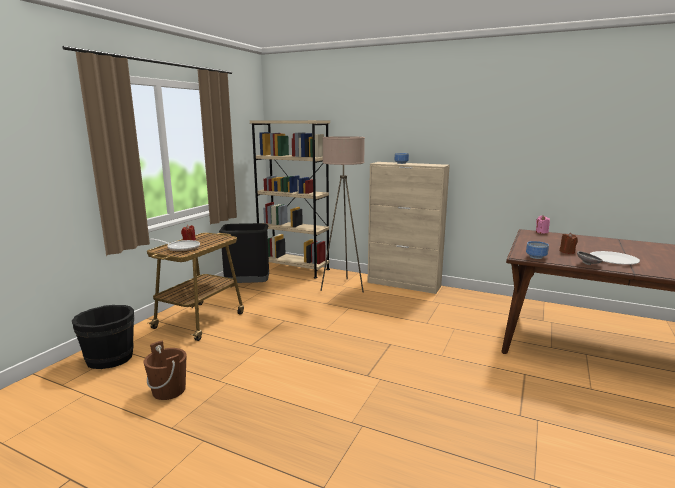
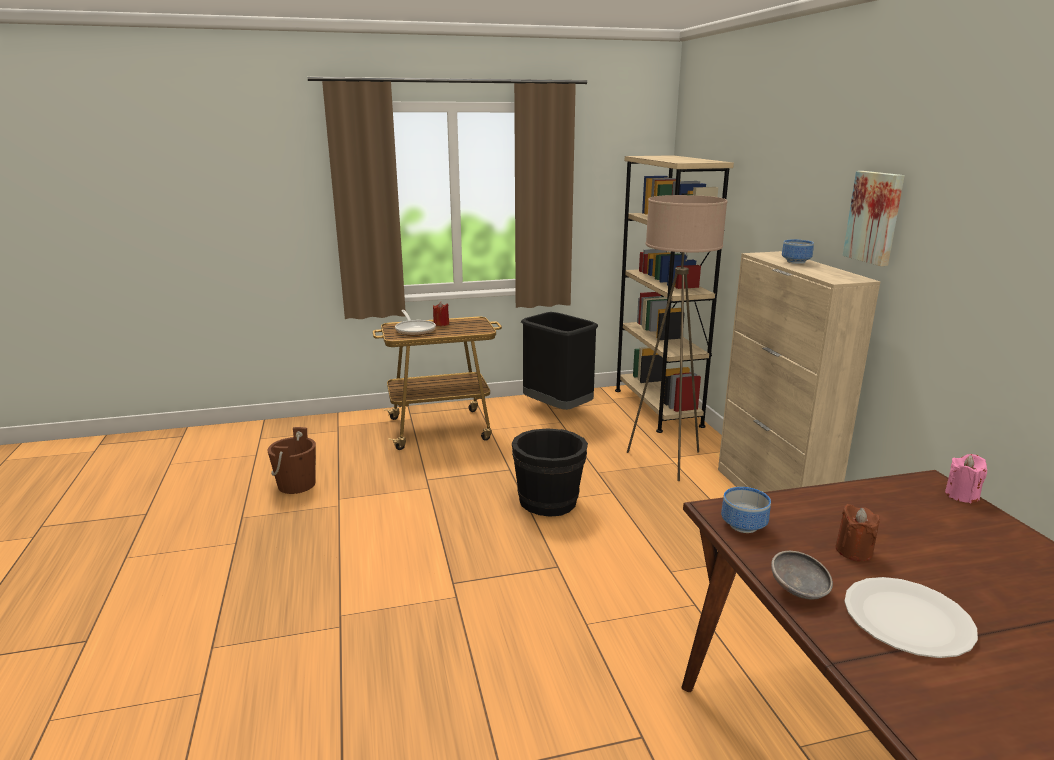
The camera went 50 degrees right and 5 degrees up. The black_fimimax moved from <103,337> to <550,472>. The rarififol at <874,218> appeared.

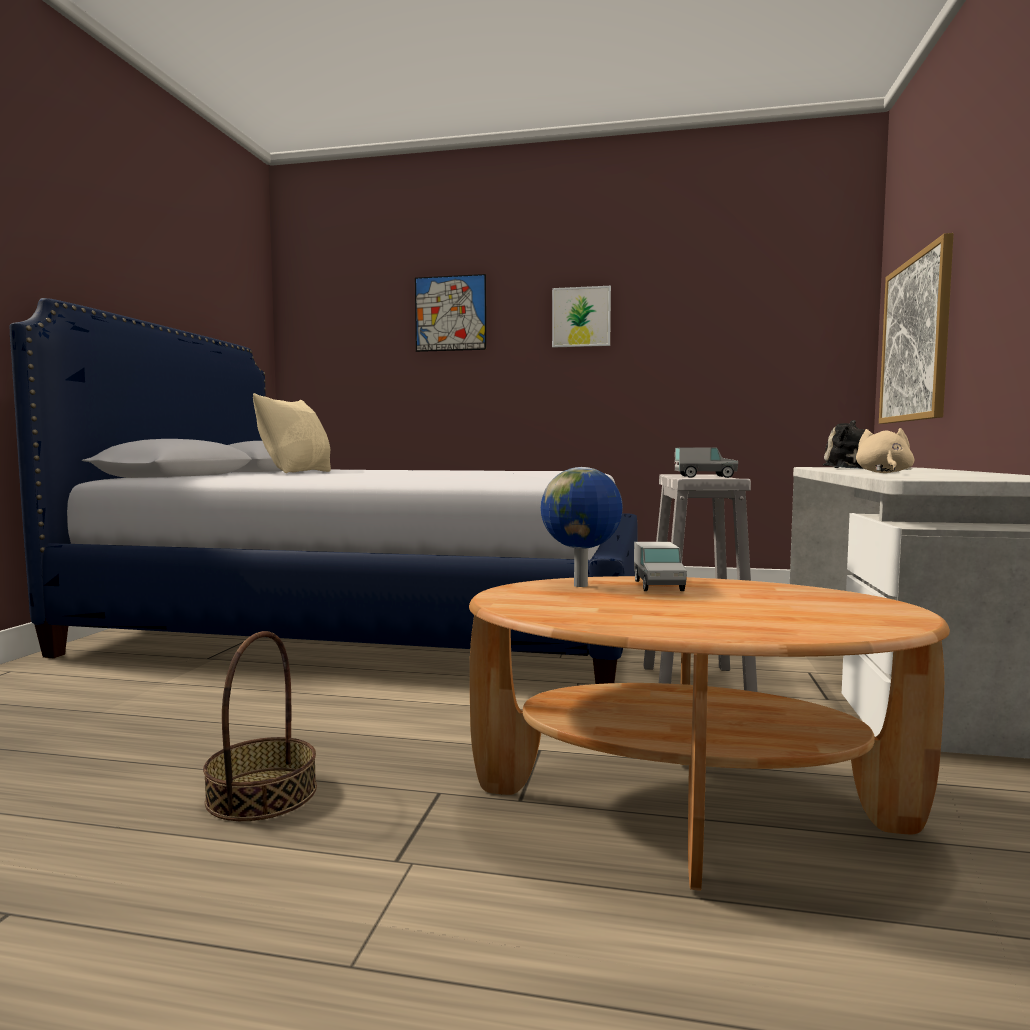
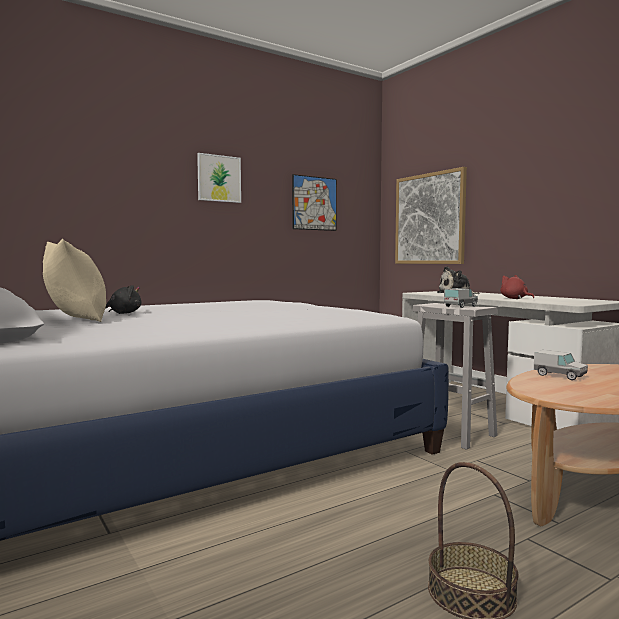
The camera went 45 degrees left and 0 degrees up. The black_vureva at <123,299> appeared. The rarififol moved from <450,313> to <314,202>. The beige_vureva at <885,450> became the red_vureva at <517,287>. The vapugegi at <582,527> disappeared.

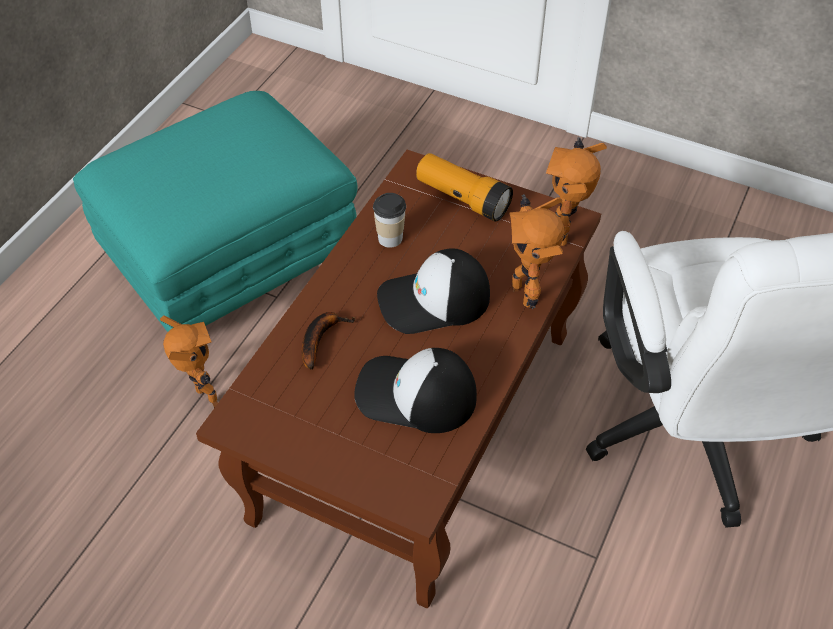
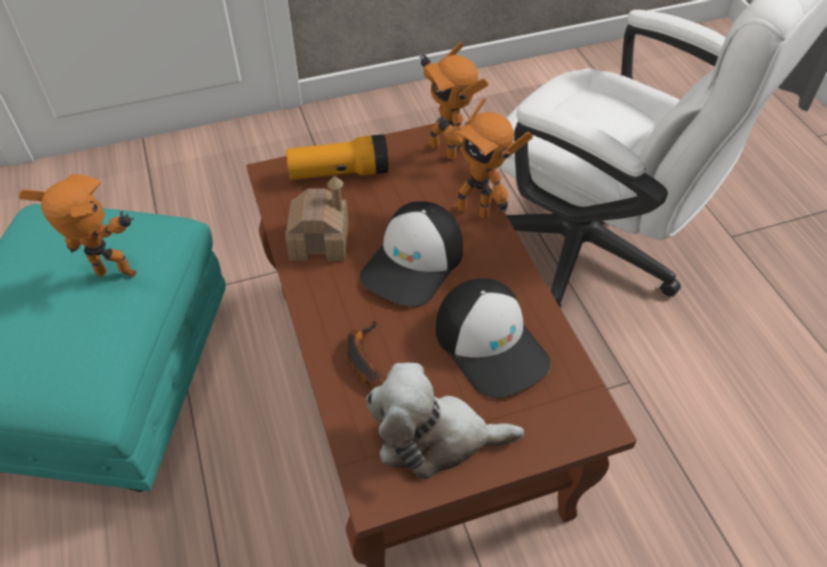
The camera went 45 degrees left and 0 degrees up. The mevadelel moved from <189,362> to <77,225>. The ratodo at <389,220> was replaced by the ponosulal at <317,218>. The vureva at <445,421> appeared. The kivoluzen at <415,390> turned 90 degrees counterclockwise.

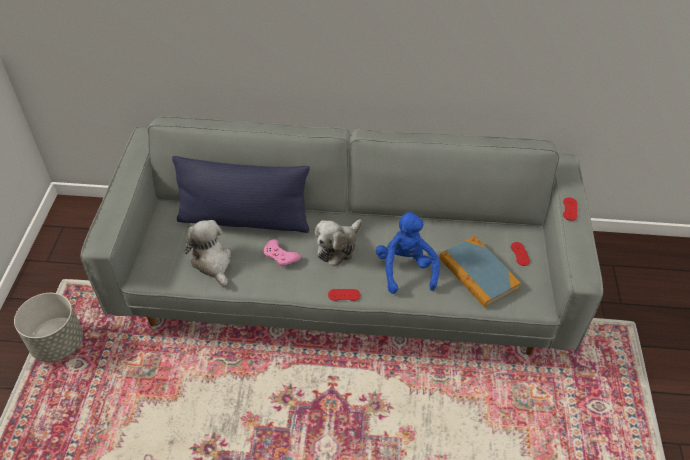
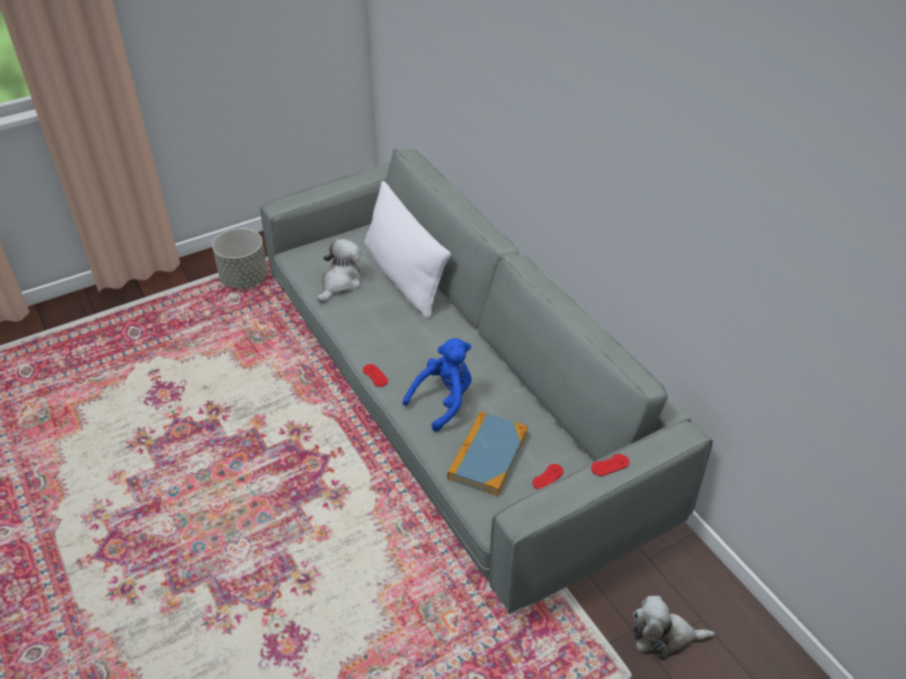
The camera went 55 degrees right and 5 degrees down. The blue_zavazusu at <241,194> became the white_zavazusu at <408,250>. The vureva moved from <338,243> to <674,628>. The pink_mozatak at <282,253> disappeared.

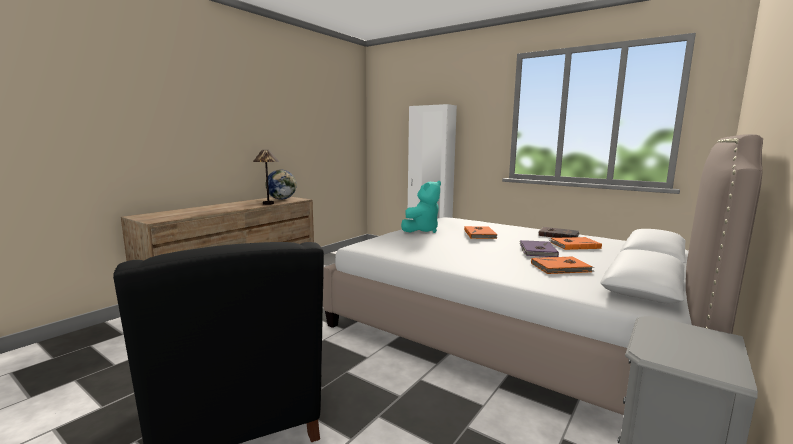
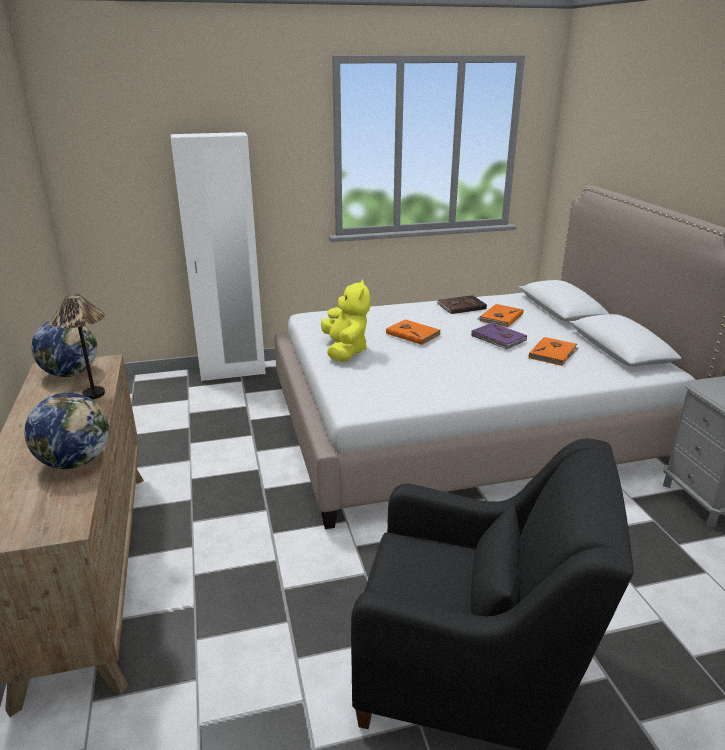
The camera went 50 degrees left and 15 degrees up. The vapugegi at <66,431> appeared. The turquoise_vureva at <421,207> became the yellow_vureva at <345,321>.

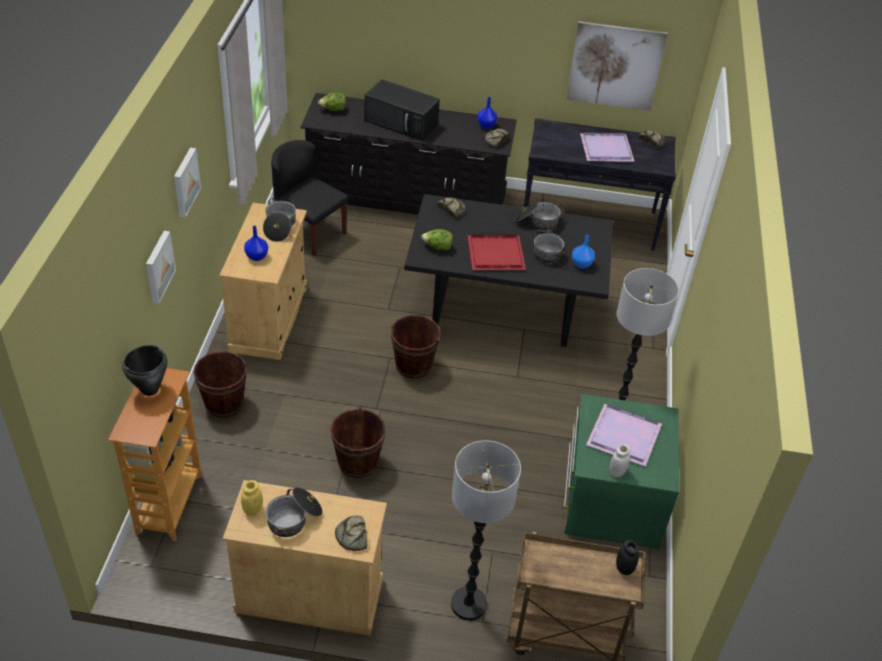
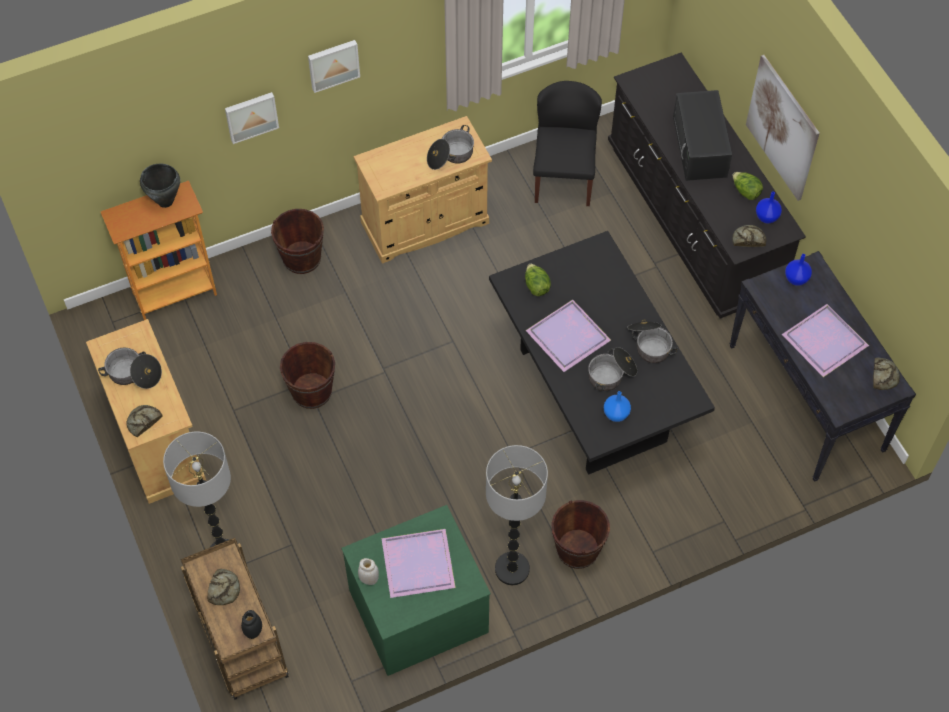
The camera went 60 degrees right and 15 degrees up. The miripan moved from <451,207> to <223,587>. The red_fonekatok at <497,252> became the purple_fonekatok at <568,336>. The brown_fimimax moved from <416,346> to <580,534>. The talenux moved from <332,101> to <748,186>. The rarififol moved from <617,66> to <783,128>. The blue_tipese moved from <256,243> to <798,270>. The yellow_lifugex at <252,498> disappeared.

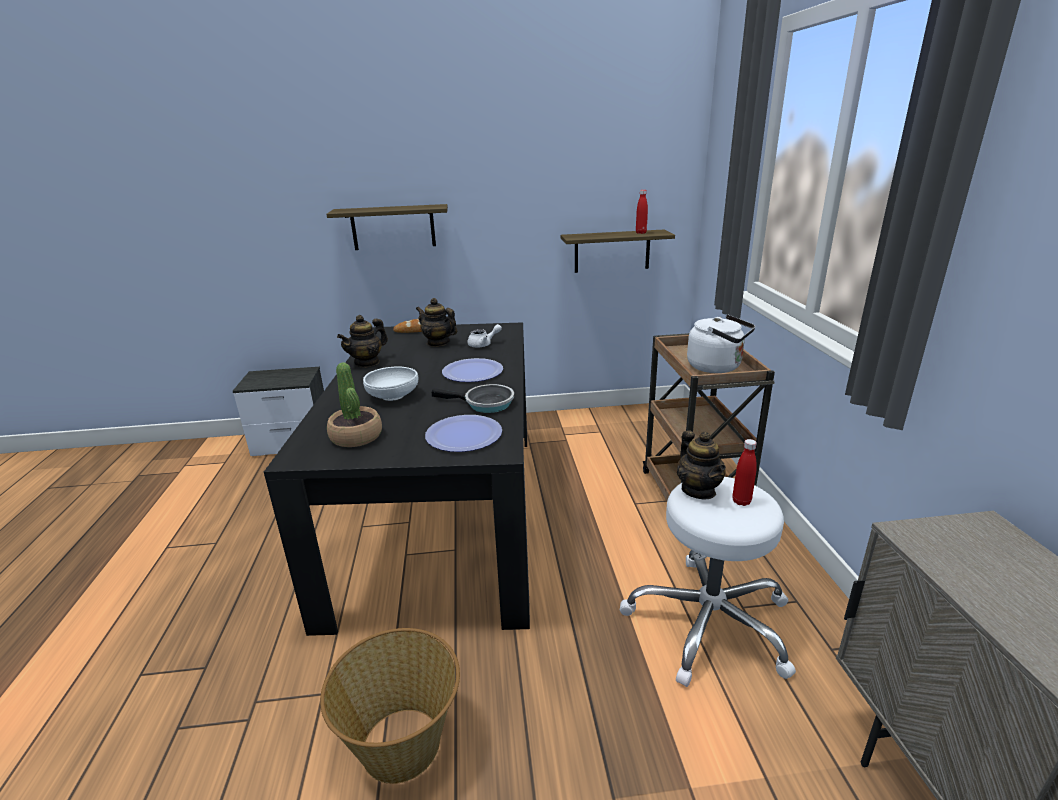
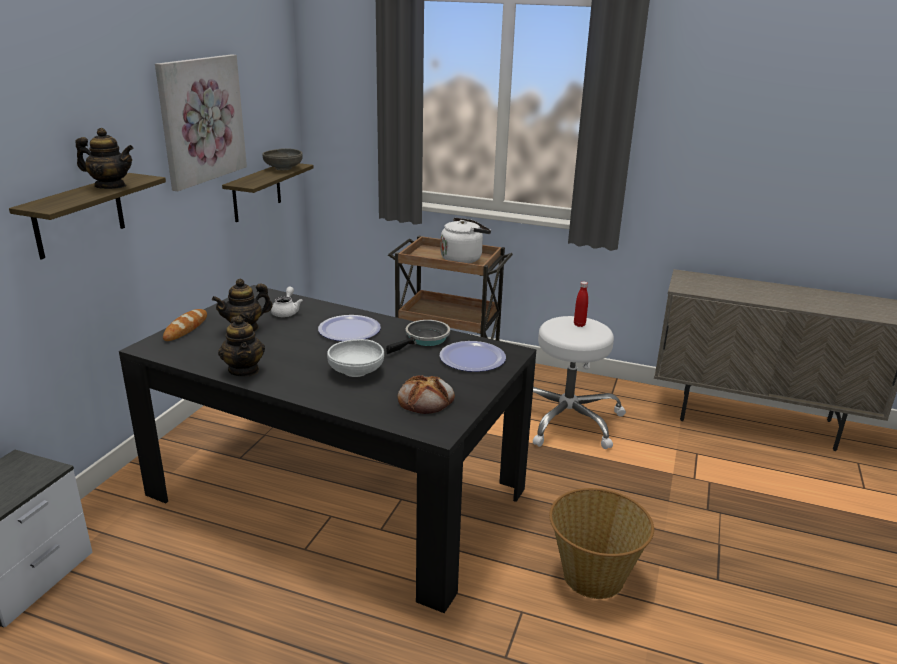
The camera went 65 degrees left and 0 degrees up. The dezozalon moved from <701,465> to <105,158>. The rarififol at <201,122> appeared. The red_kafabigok at <642,212> was replaced by the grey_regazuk at <282,159>. The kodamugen at <354,404> was replaced by the miripan at <426,394>.

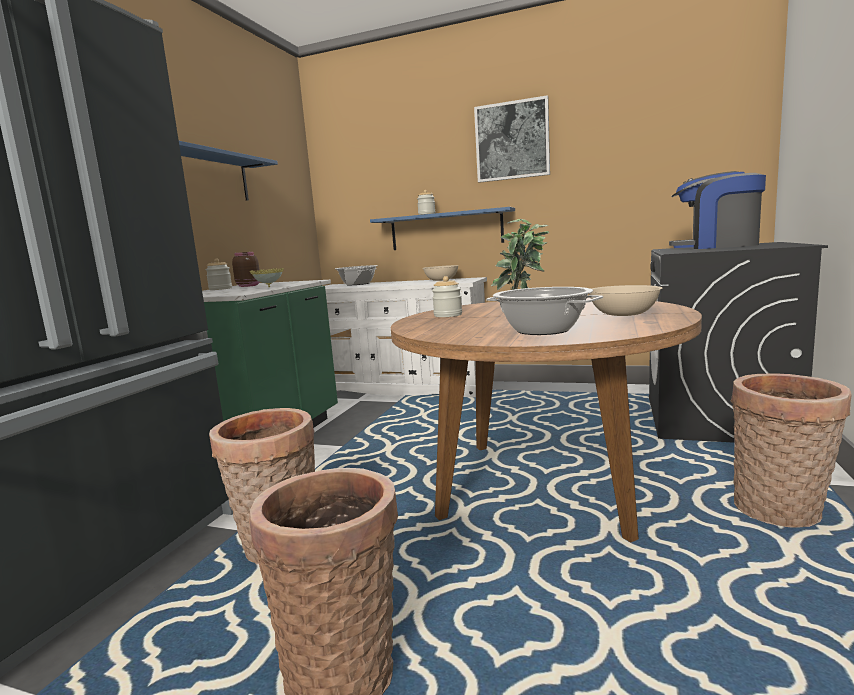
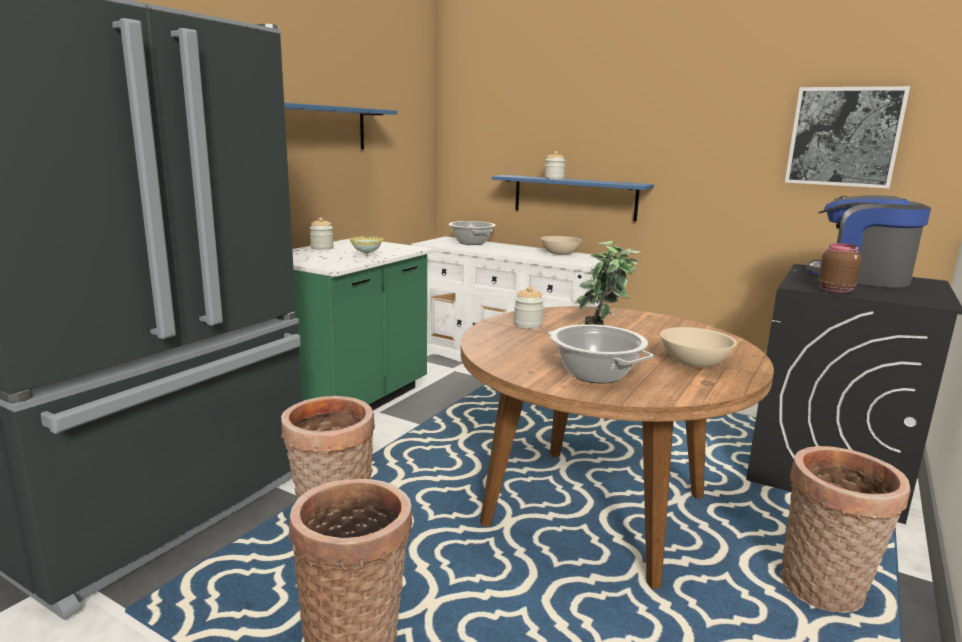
The camera went 10 degrees right and 5 degrees up. The rarififol moved from <512,139> to <847,137>. The brown_lifugex moved from <245,269> to <839,268>.

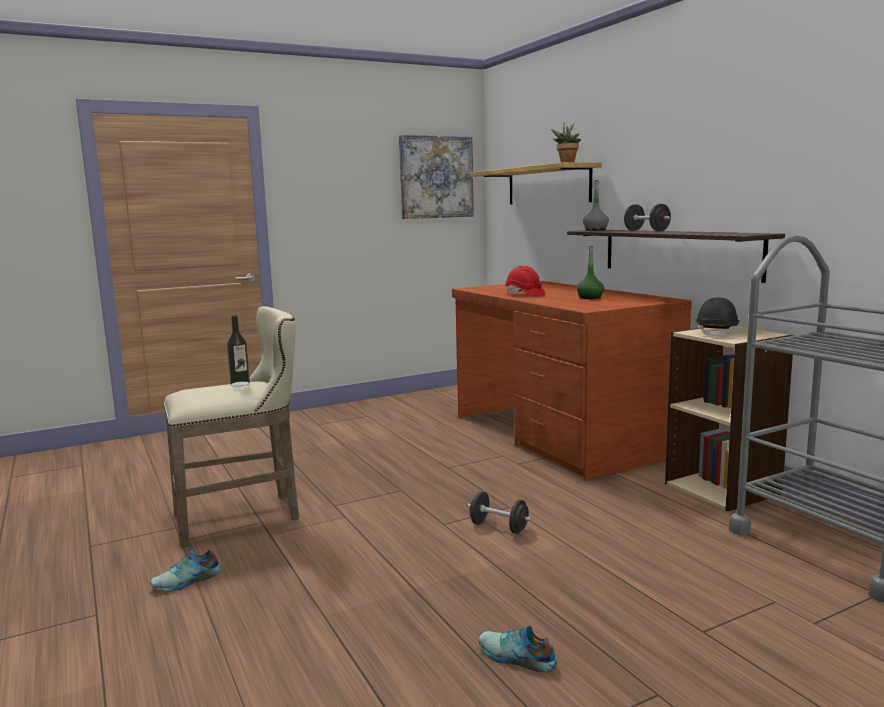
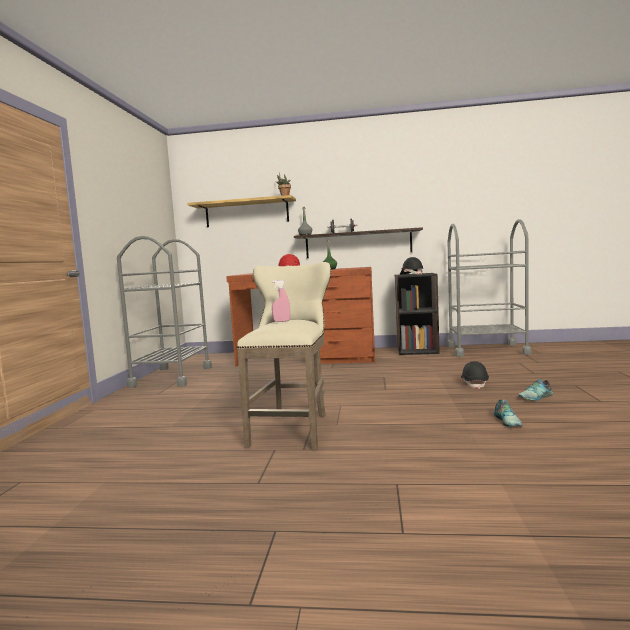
The camera went 55 degrees left and 5 degrees down. The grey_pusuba at <164,312> appeared. The kafabigok at <238,350> was replaced by the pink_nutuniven at <281,301>. The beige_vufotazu at <729,419> became the black_vufotazu at <417,314>. The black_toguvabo at <475,375> appeared. The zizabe moved from <185,571> to <508,413>. The rarififol at <436,177> disappeared. The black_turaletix at <500,512> disappeared.

